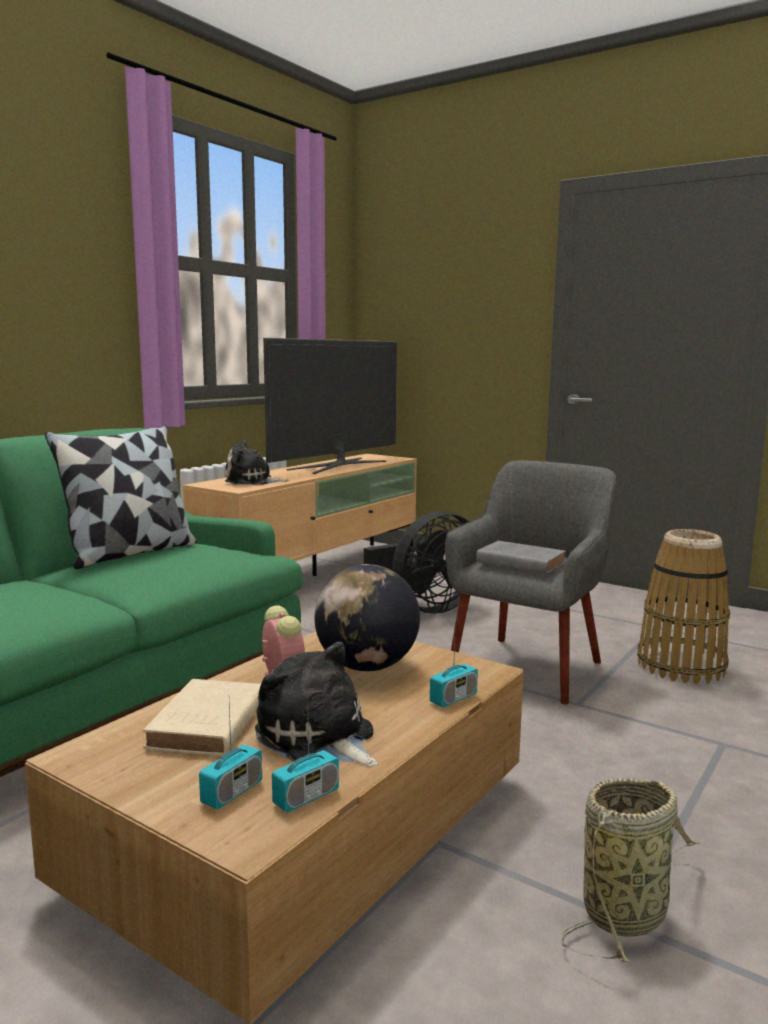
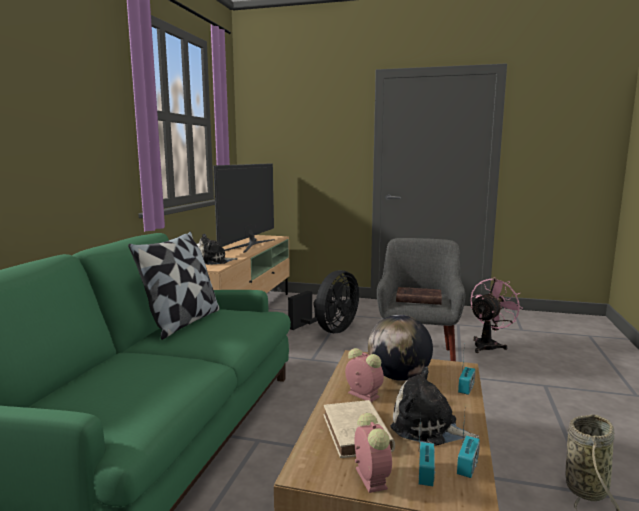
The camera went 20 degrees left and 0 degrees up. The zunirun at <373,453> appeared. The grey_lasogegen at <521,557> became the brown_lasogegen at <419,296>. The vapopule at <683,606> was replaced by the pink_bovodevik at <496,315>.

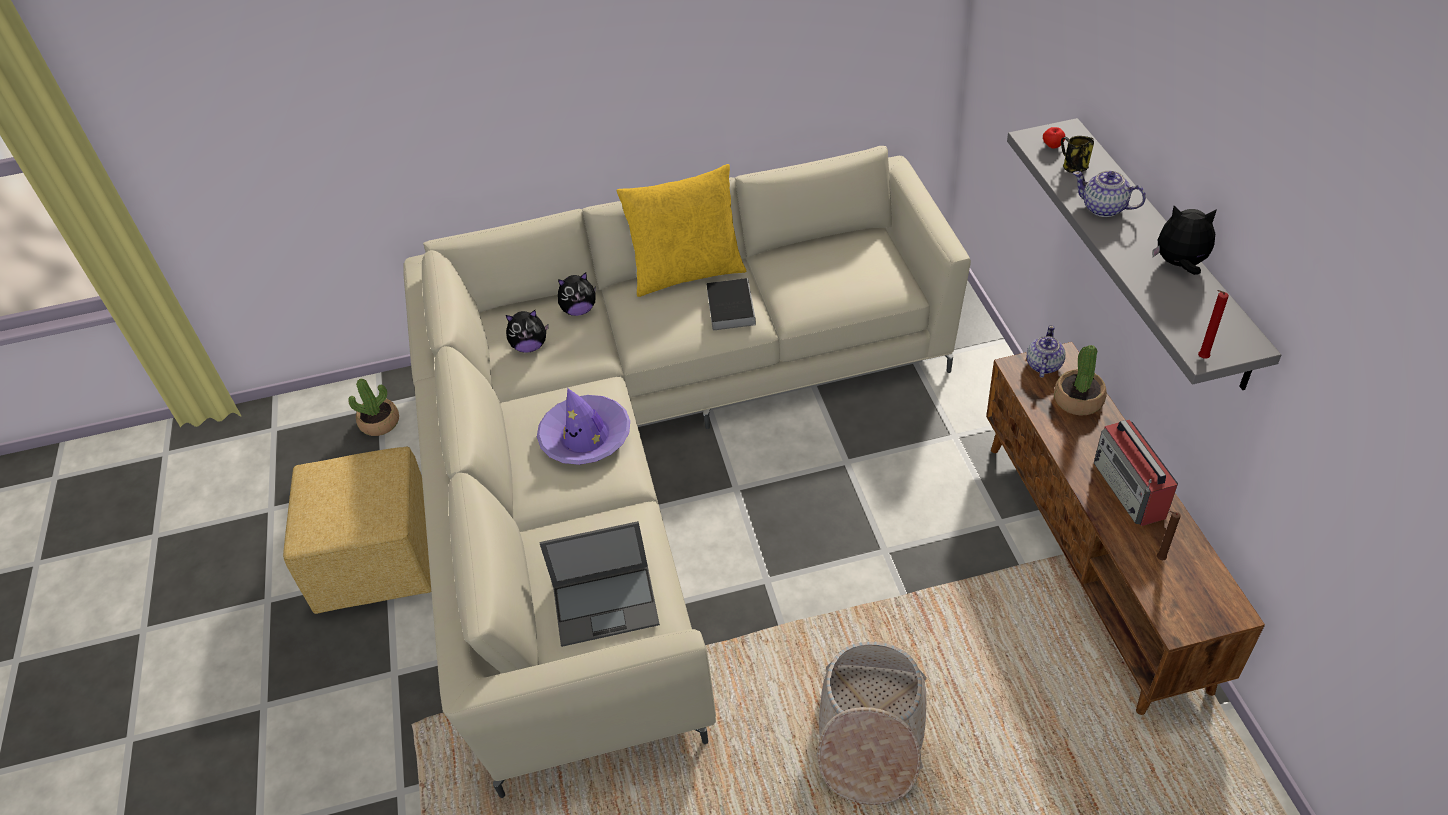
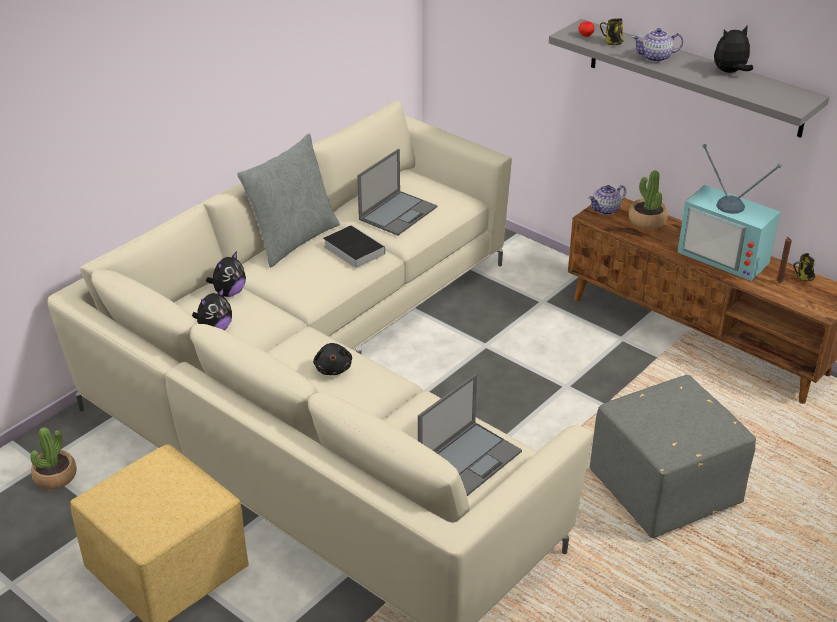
The camera went 40 degrees left and 10 degrees down. The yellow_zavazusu at <681,230> became the grey_zavazusu at <288,200>. The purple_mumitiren at <583,426> was replaced by the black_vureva at <332,359>. The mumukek at <397,192> appeared. The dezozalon at <1046,351> turned 105 degrees counterclockwise. The vapopule at <871,723> was replaced by the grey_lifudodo at <673,456>. The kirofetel at <1136,473> was replaced by the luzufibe at <729,212>. The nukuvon at <804,267> appeared. The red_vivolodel at <1213,324> disappeared.

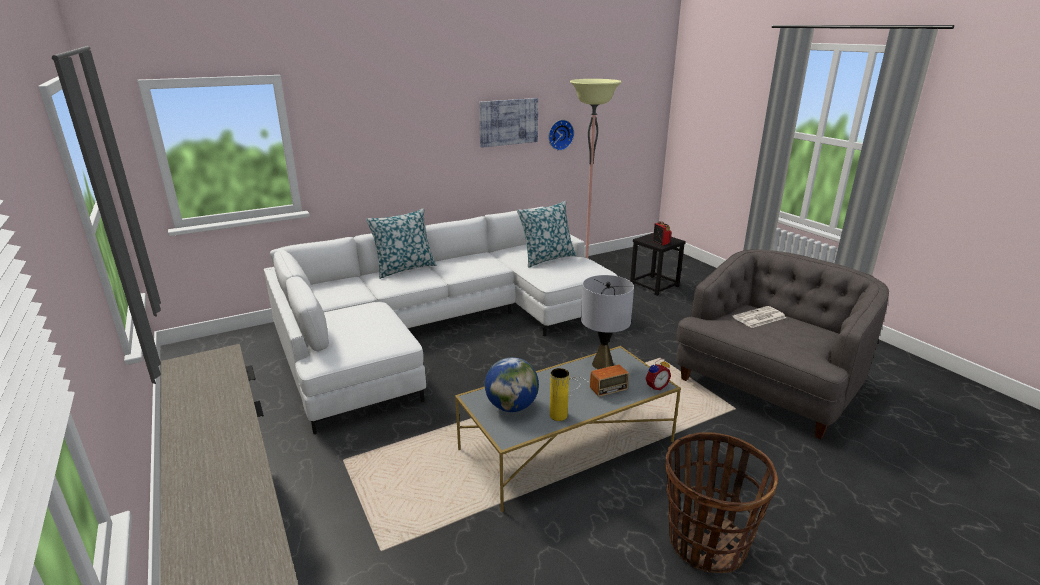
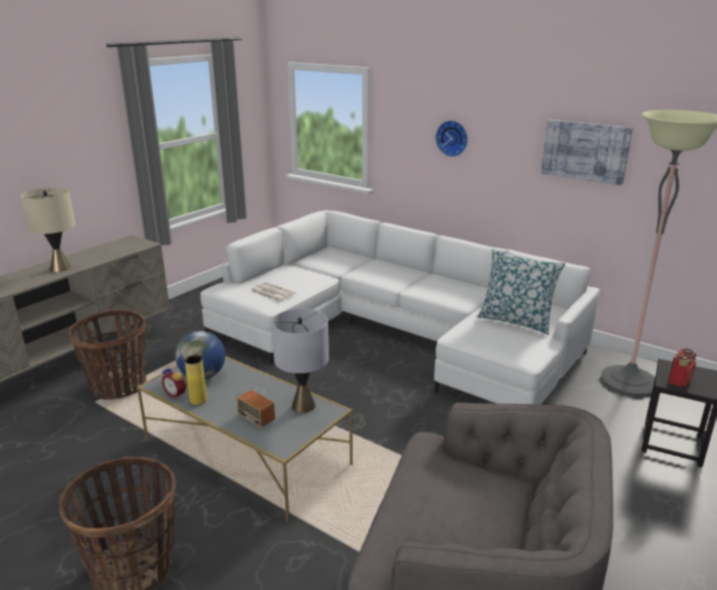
The camera went 65 degrees right and 0 degrees up. The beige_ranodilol at <47,229> appeared. The vapopule at <107,355> appeared. The zunirun moved from <658,374> to <173,382>. The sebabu moved from <759,317> to <272,292>. The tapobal moved from <561,135> to <452,138>. The zavazusu at <401,243> disappeared.

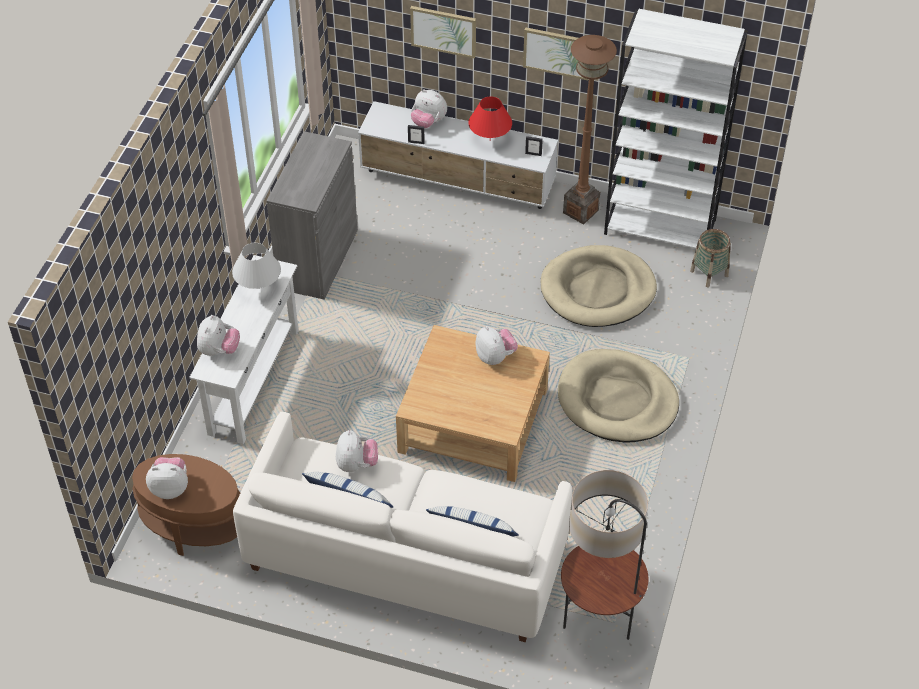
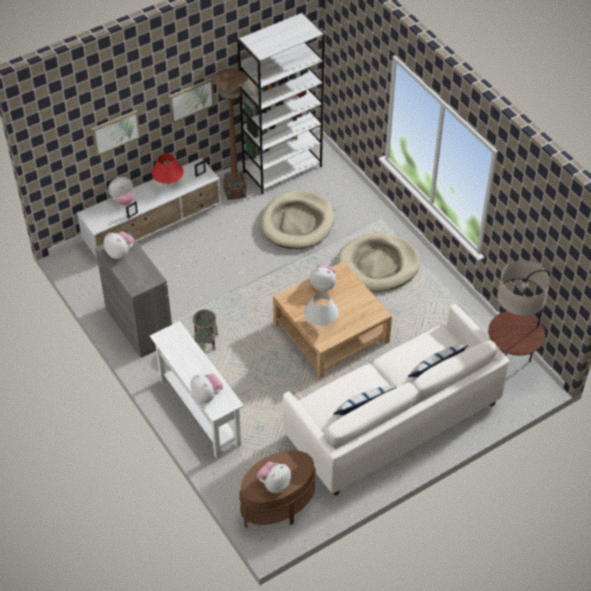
The camera went 50 degrees left and 0 degrees up. The vureva moved from <357,451> to <119,245>. The vapopule moved from <710,258> to <205,329>. The white_ranodilol moved from <256,266> to <321,309>.

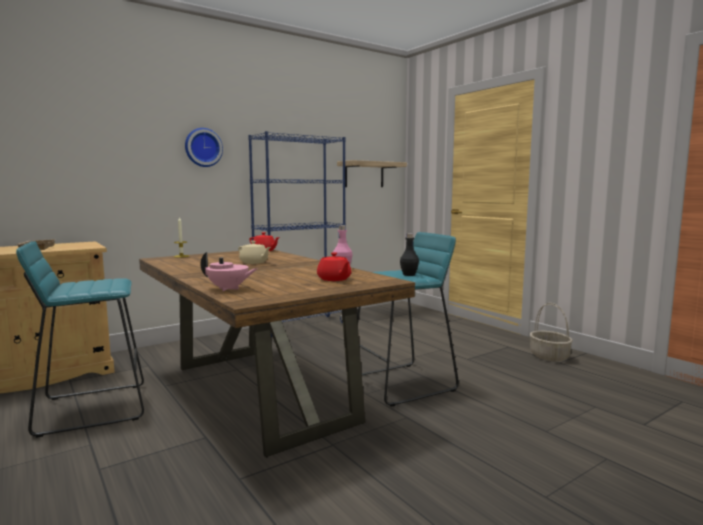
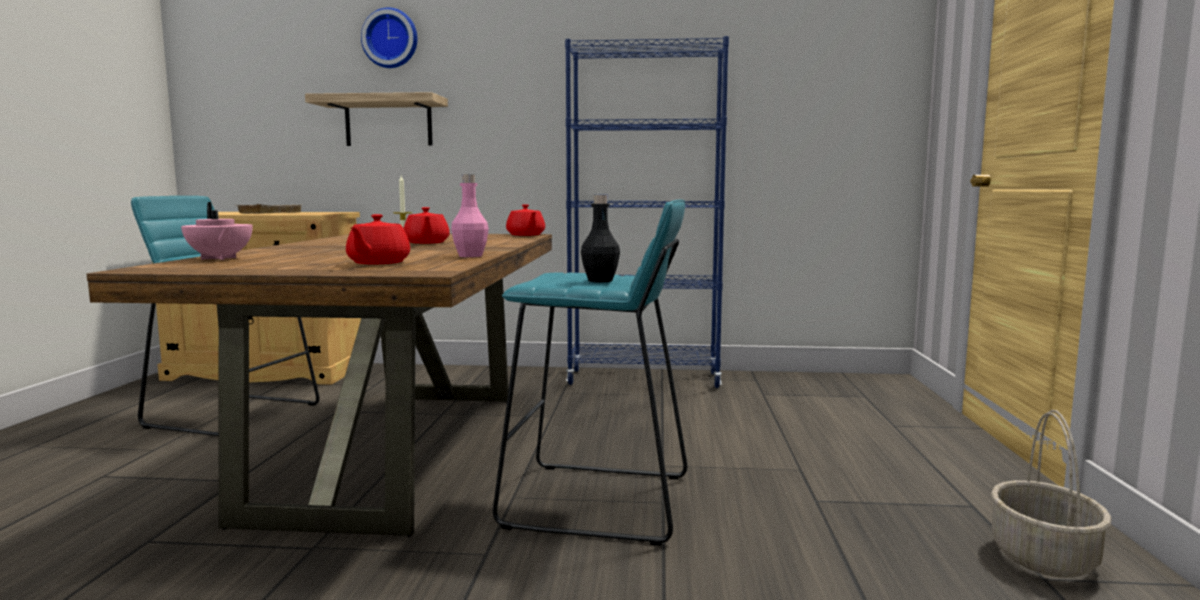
The camera went 40 degrees right and 0 degrees up. The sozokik moved from <372,173> to <376,119>. The tapobal moved from <204,147> to <389,37>. The beige_dezozalon at <254,252> became the red_dezozalon at <427,225>.

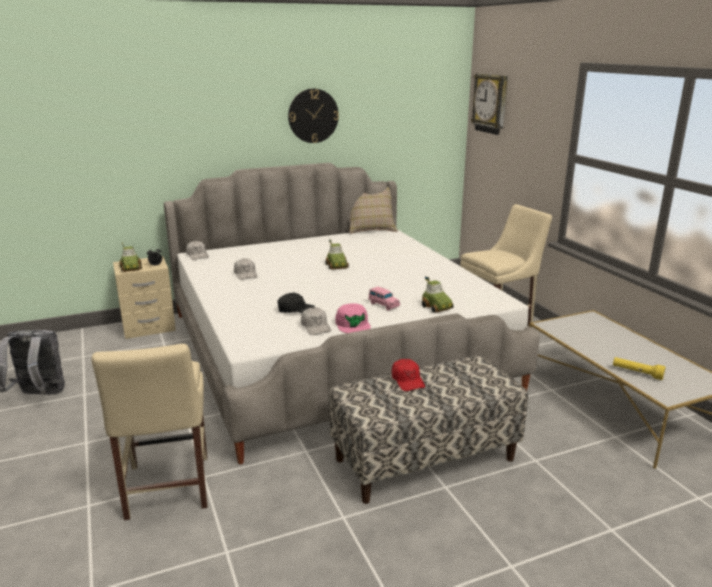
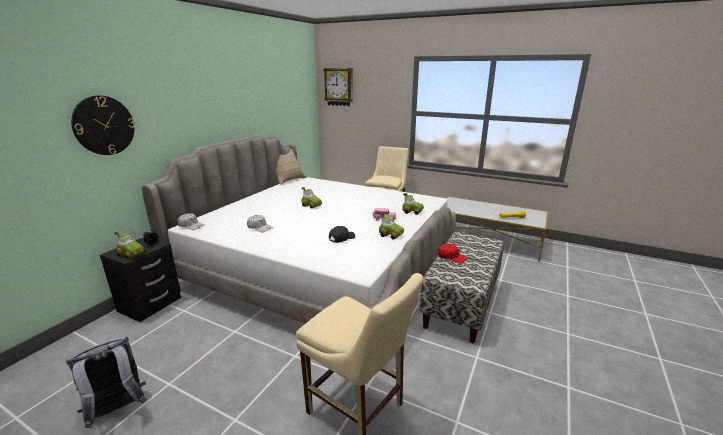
The camera went 40 degrees left and 0 degrees up. The tapobal moved from <313,116> to <103,125>. The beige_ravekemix at <144,297> became the black_ravekemix at <140,279>. The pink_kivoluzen at <353,318> was replaced by the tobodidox at <391,226>. The white_kivoluzen at <316,321> disappeared.

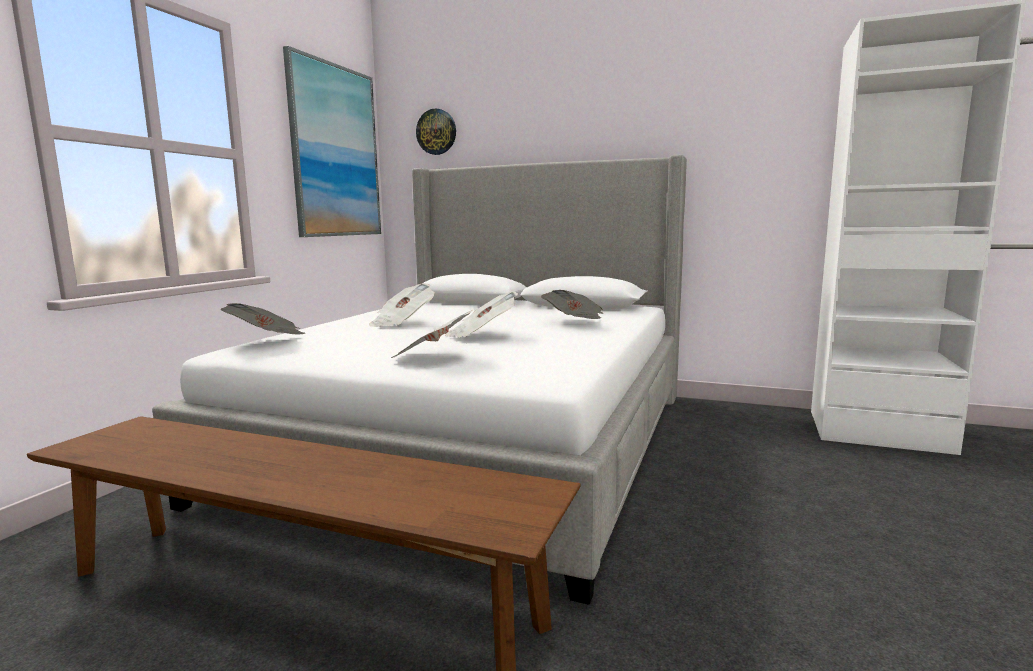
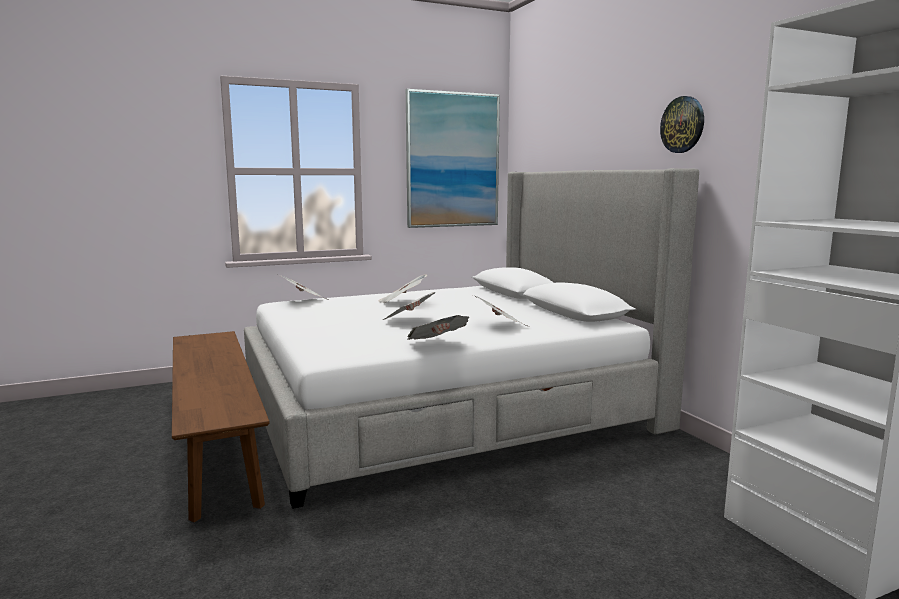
The camera went 45 degrees right and 0 degrees up. The sebabu moved from <431,334> to <439,327>. The tapobal moved from <436,132> to <682,124>.

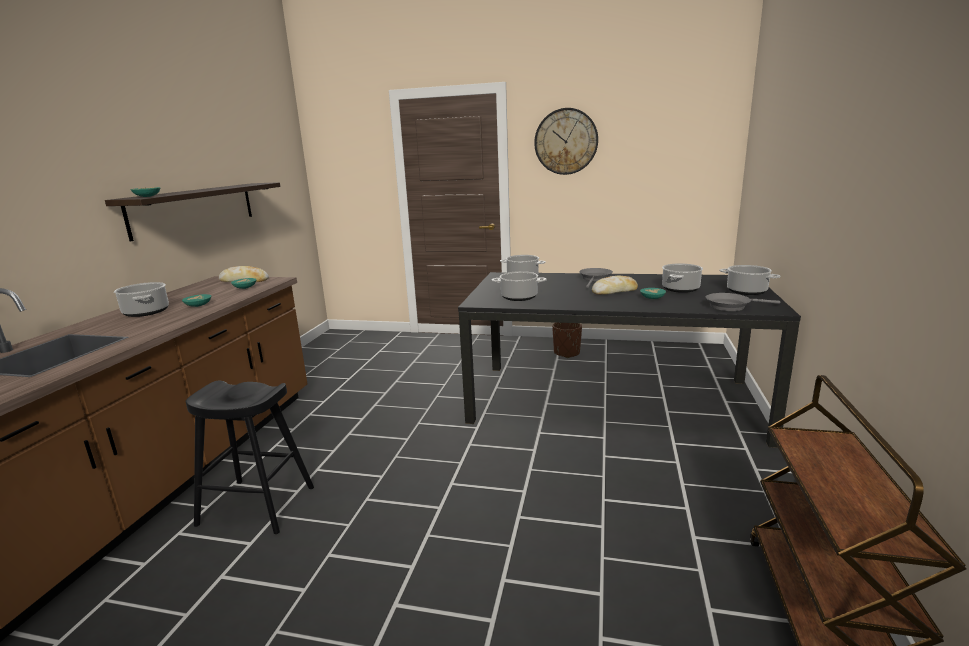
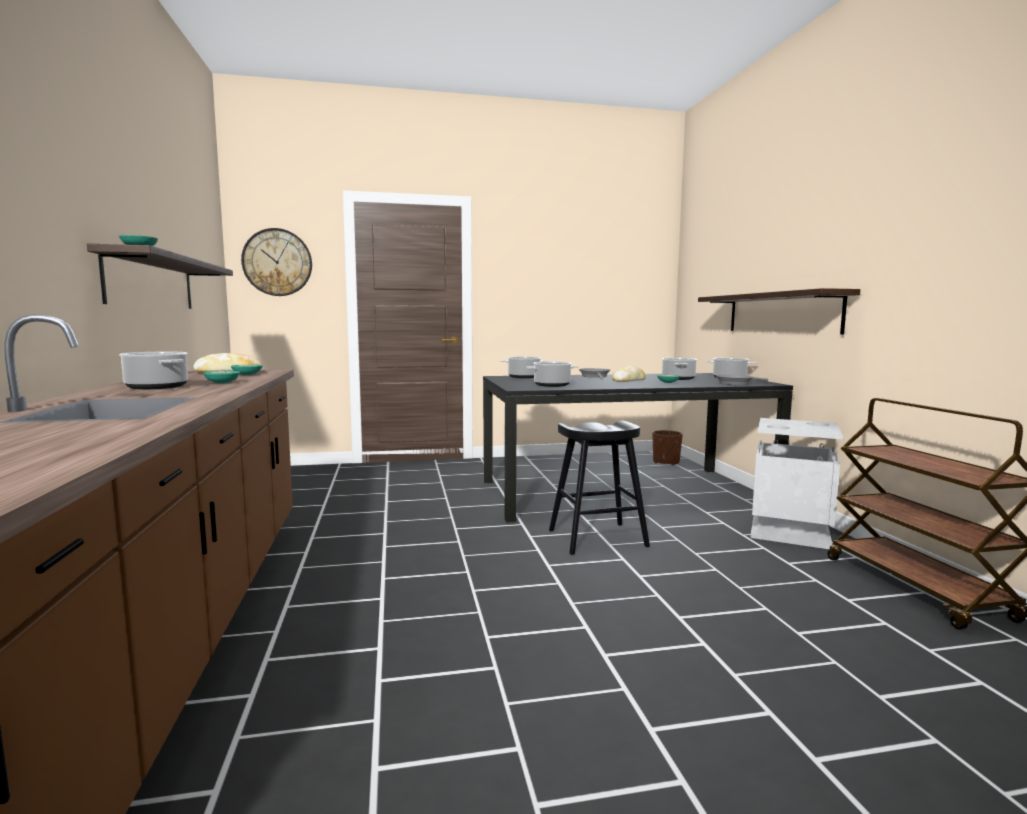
The camera went 25 degrees left and 10 degrees down. The tapobal moved from <566,141> to <276,262>. The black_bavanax moved from <250,457> to <599,488>. The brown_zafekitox moved from <567,340> to <668,447>. The sozokik at <779,311> appeared. The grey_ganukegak at <797,483> appeared.

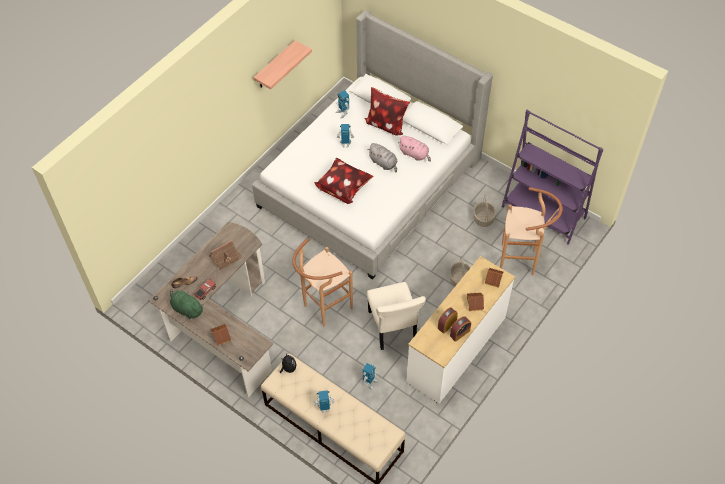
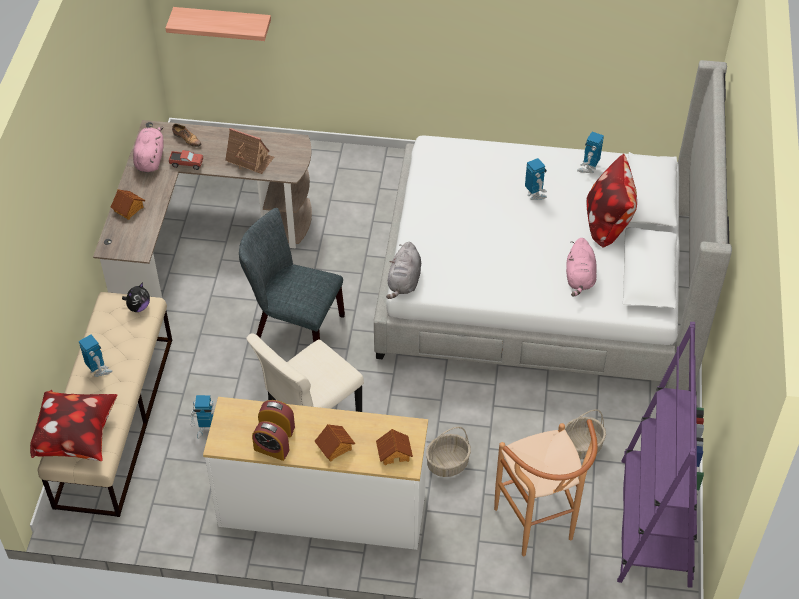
The camera went 60 degrees right and 5 degrees down. The zavazusu moved from <344,180> to <74,425>. The green_vureva at <187,304> became the pink_vureva at <148,149>. The sozokik moved from <283,65> to <218,24>. The brown_bavanax at <322,282> was replaced by the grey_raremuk at <292,275>. The grey_vureva moved from <383,157> to <403,270>.

